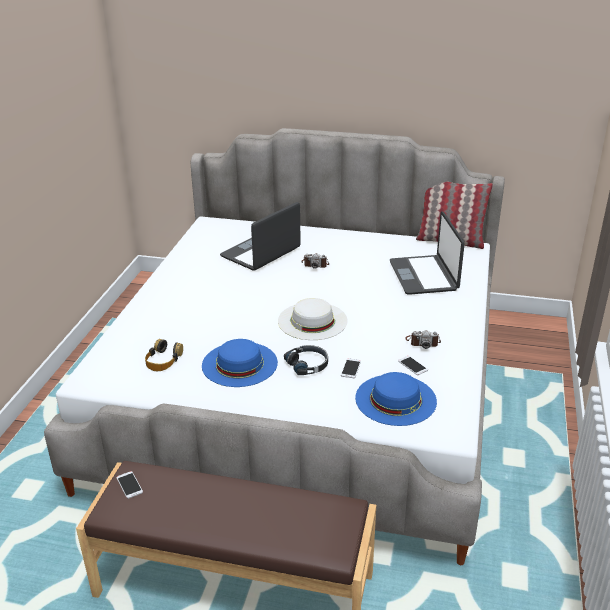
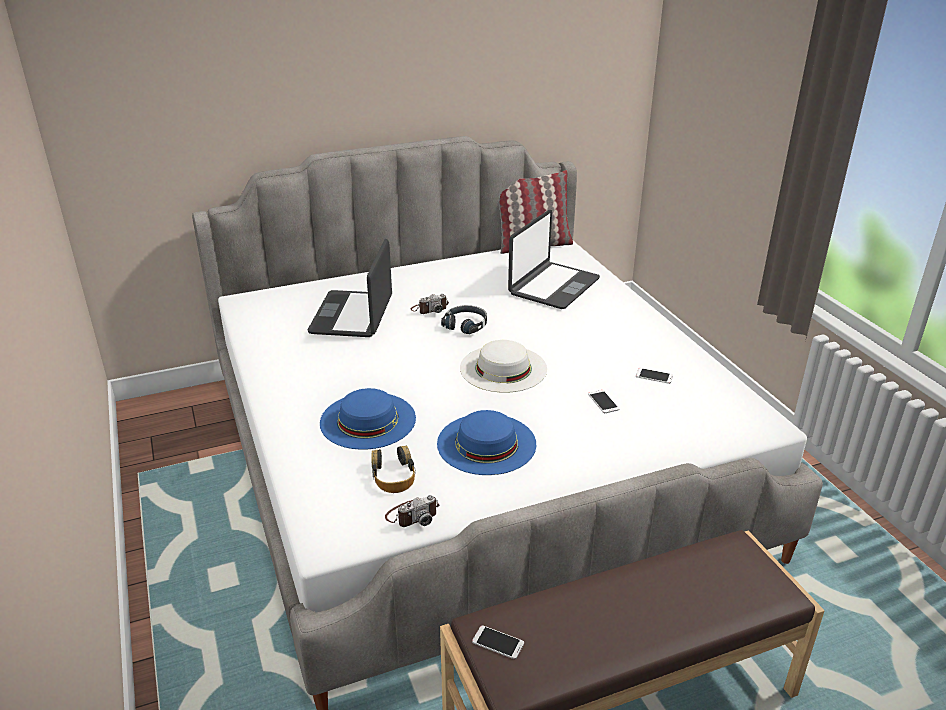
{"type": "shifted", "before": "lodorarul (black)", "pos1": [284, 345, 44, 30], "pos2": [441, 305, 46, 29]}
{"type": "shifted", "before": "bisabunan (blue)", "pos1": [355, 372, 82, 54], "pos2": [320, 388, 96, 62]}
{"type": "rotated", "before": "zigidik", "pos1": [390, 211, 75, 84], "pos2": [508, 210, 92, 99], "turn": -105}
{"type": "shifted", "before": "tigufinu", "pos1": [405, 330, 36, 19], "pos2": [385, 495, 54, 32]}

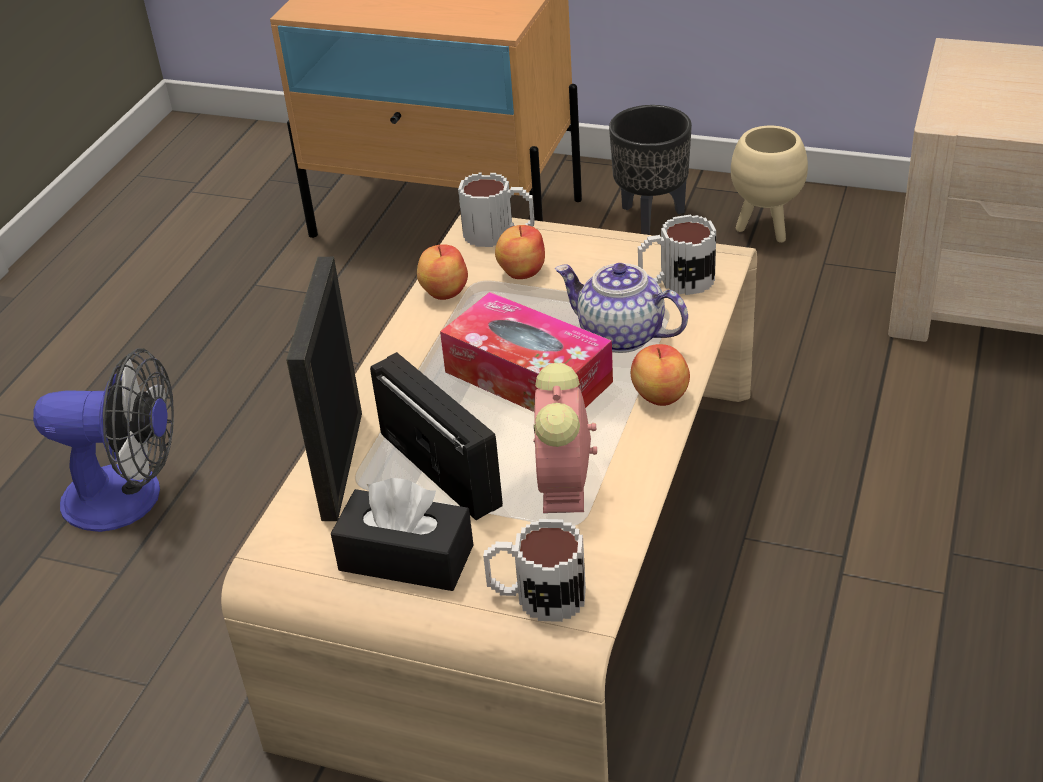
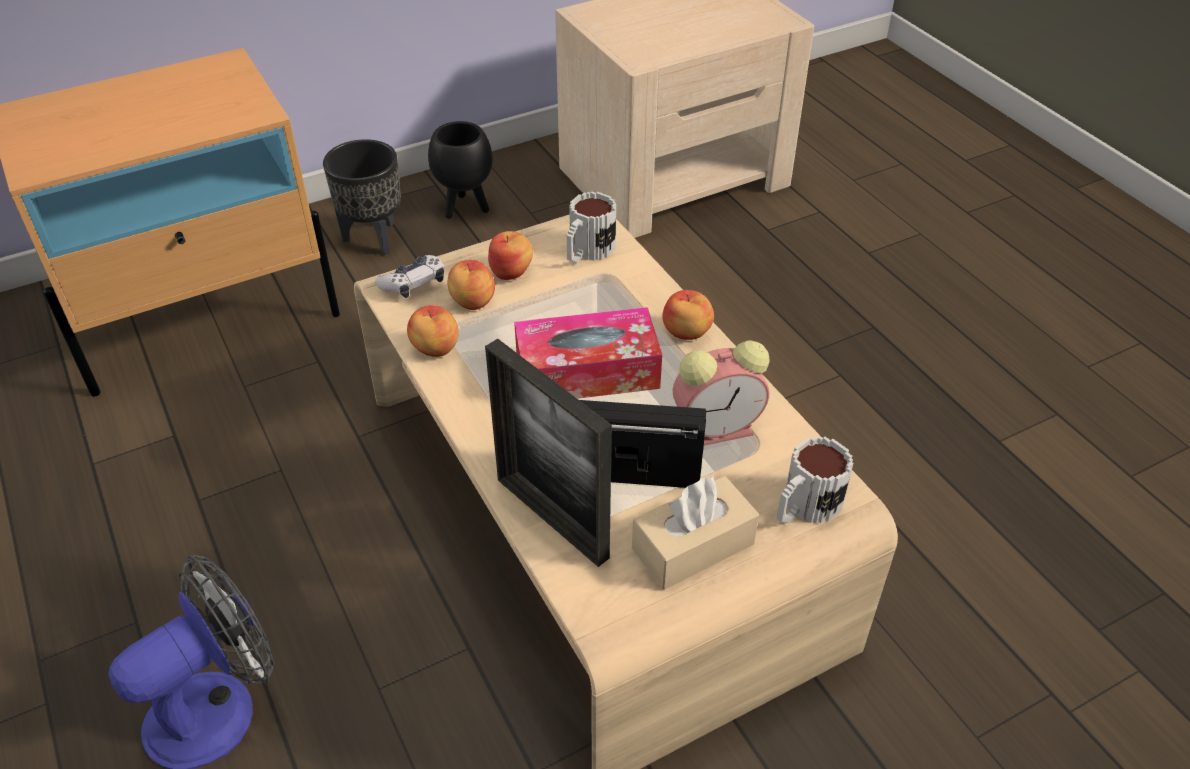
{"type": "repainted", "before": "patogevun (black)", "after": "patogevun (beige)", "pos1": [331, 478, 142, 113], "pos2": [632, 476, 127, 114]}
{"type": "swapped", "before": "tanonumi", "after": "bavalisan", "pos1": [458, 172, 76, 75], "pos2": [375, 255, 69, 43]}
{"type": "rotated", "before": "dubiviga", "pos1": [533, 363, 64, 150], "pos2": [673, 340, 97, 106], "turn": -60}
{"type": "gone", "before": "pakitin", "pos1": [555, 263, 133, 90]}
{"type": "repainted", "before": "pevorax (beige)", "after": "pevorax (black)", "pos1": [731, 126, 77, 117], "pos2": [428, 121, 65, 98]}
{"type": "new", "after": "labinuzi", "pos2": [488, 231, 45, 49]}

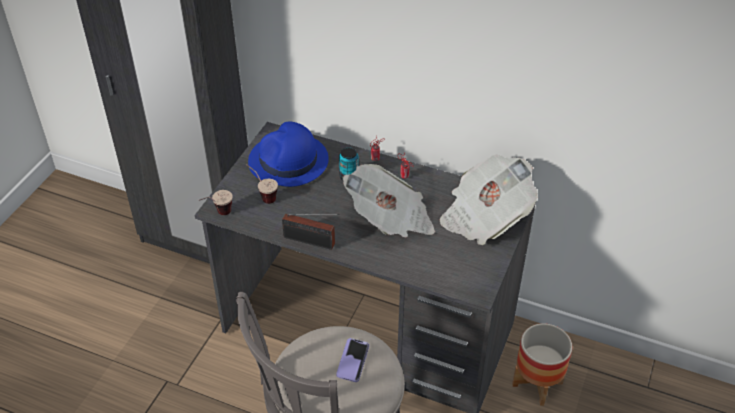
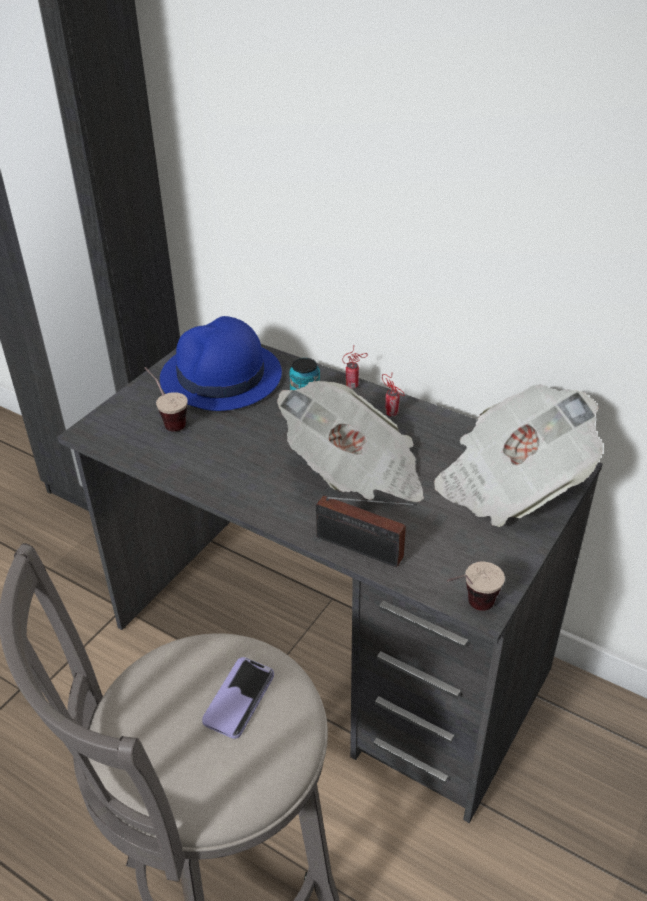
{"type": "shifted", "before": "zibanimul", "pos1": [199, 190, 34, 25], "pos2": [447, 561, 58, 50]}
{"type": "shifted", "before": "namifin", "pos1": [282, 214, 57, 36], "pos2": [316, 496, 101, 71]}
{"type": "gone", "before": "pevorax", "pos1": [512, 323, 60, 83]}

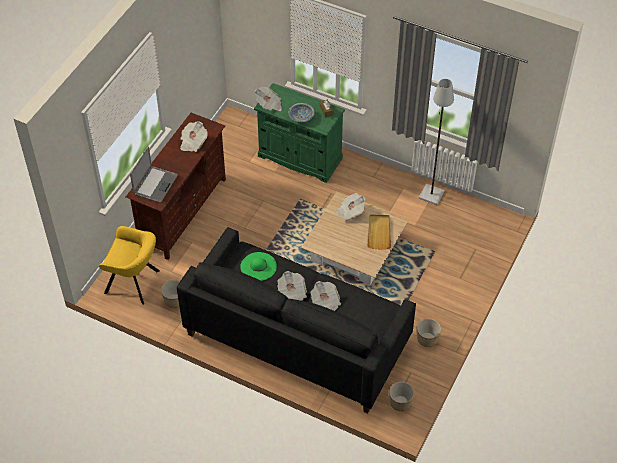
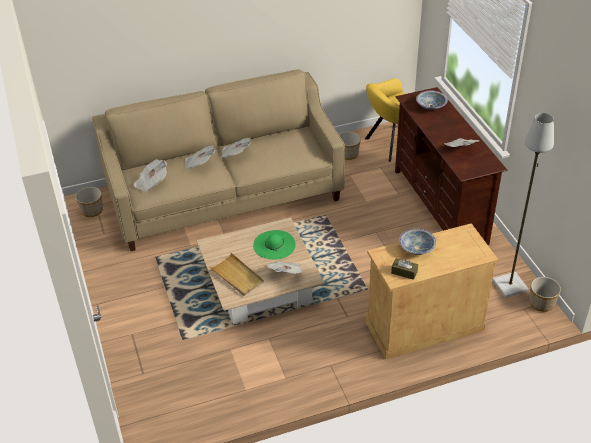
{"type": "swapped", "before": "zigidik", "after": "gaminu", "pos1": [130, 147, 48, 55], "pos2": [416, 91, 32, 19]}
{"type": "repainted", "before": "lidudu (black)", "after": "lidudu (beige)", "pos1": [177, 227, 239, 187], "pos2": [92, 69, 253, 182]}
{"type": "shifted", "before": "bisabunan (green)", "pos1": [240, 252, 37, 29], "pos2": [253, 230, 43, 29]}
{"type": "repainted", "before": "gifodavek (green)", "after": "gifodavek (beige)", "pos1": [254, 83, 91, 100], "pos2": [366, 223, 132, 136]}
{"type": "shifted", "before": "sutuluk", "pos1": [255, 86, 27, 25], "pos2": [134, 159, 33, 33]}
{"type": "shifted", "before": "pevorax", "pos1": [417, 318, 24, 29], "pos2": [529, 277, 32, 35]}
{"type": "shifted", "before": "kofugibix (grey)", "pos1": [419, 79, 35, 126], "pos2": [492, 113, 62, 185]}

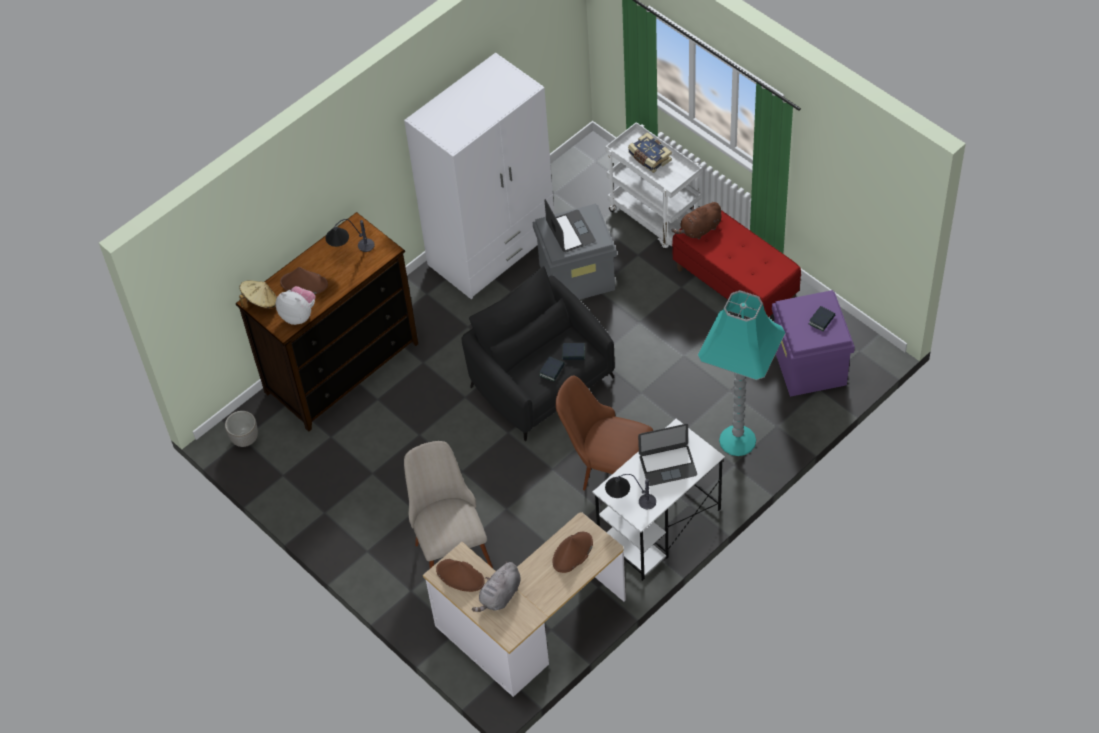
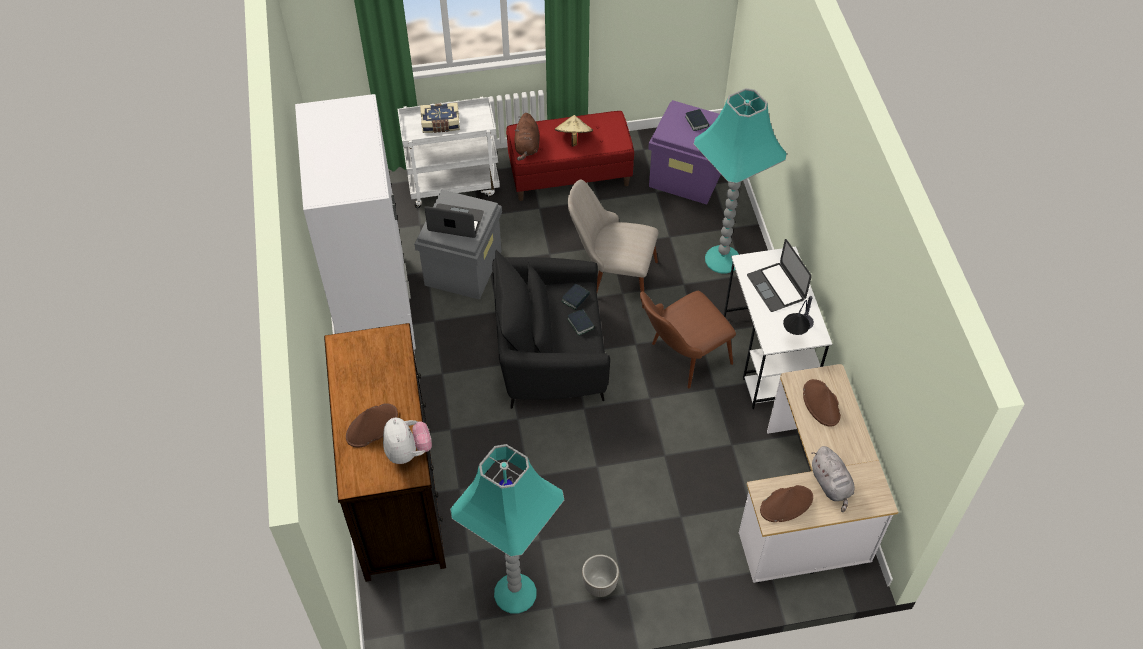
{"type": "shifted", "before": "pevorax", "pos1": [225, 411, 33, 36], "pos2": [582, 554, 37, 43]}
{"type": "shifted", "before": "bisabunan (beige)", "pos1": [239, 280, 38, 28], "pos2": [555, 115, 38, 32]}
{"type": "rotated", "before": "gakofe", "pos1": [275, 286, 41, 39], "pos2": [383, 418, 49, 46], "turn": 105}
{"type": "gone", "before": "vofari", "pos1": [325, 219, 50, 33]}
{"type": "shifted", "before": "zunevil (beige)", "pos1": [404, 441, 89, 127], "pos2": [568, 179, 90, 130]}
{"type": "rotated", "before": "zigidik", "pos1": [638, 424, 59, 62], "pos2": [747, 239, 65, 73], "turn": 135}
{"type": "new", "after": "kofugibix (turquoise)", "pos2": [450, 444, 114, 170]}

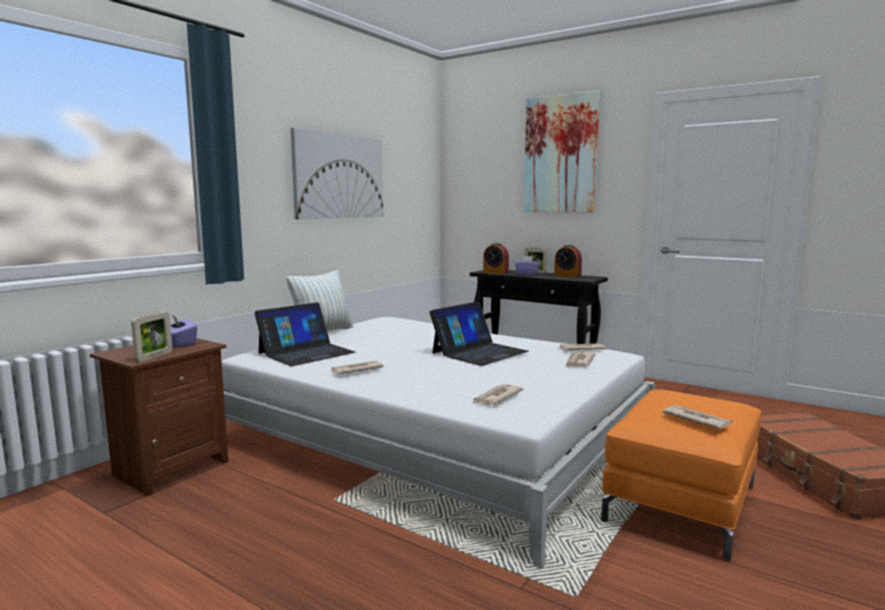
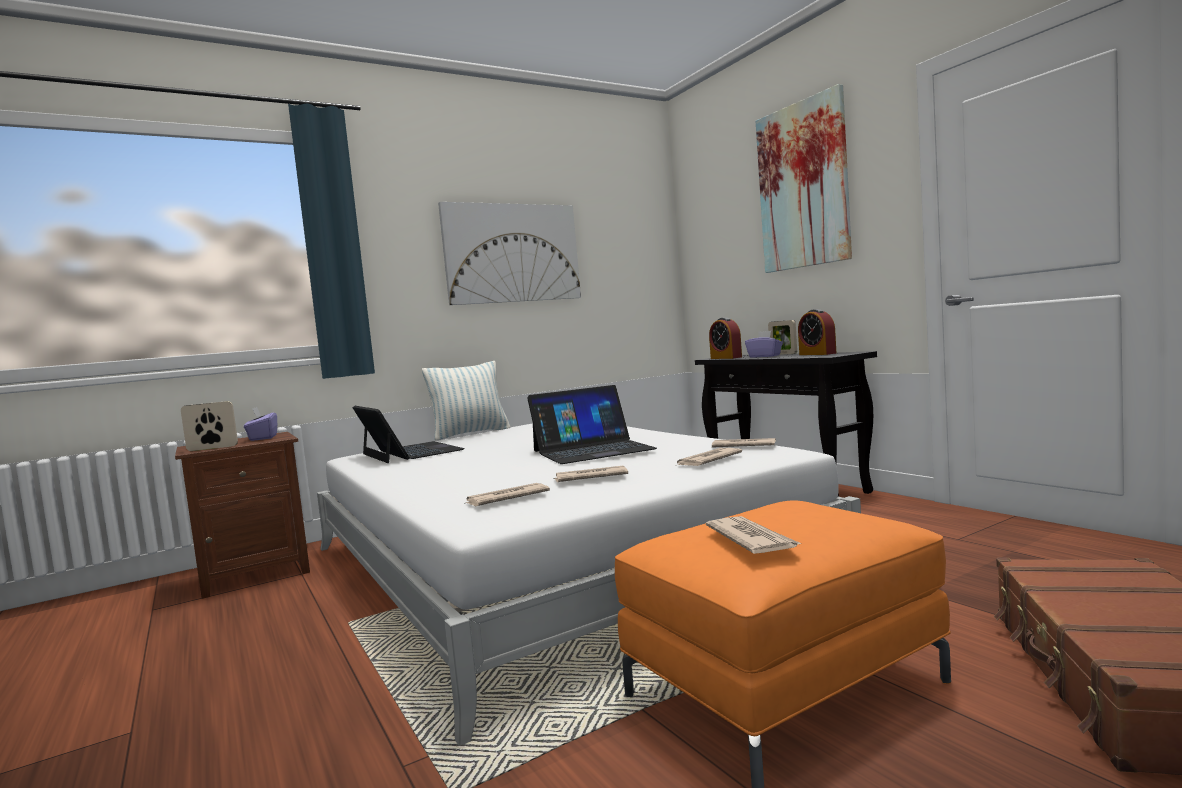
{"type": "rotated", "before": "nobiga", "pos1": [131, 312, 41, 50], "pos2": [181, 401, 57, 50], "turn": -150}
{"type": "rotated", "before": "zigidik", "pos1": [254, 302, 101, 64], "pos2": [352, 406, 113, 57], "turn": -105}
{"type": "shifted", "before": "sutuluk", "pos1": [332, 361, 52, 13], "pos2": [554, 466, 74, 16]}

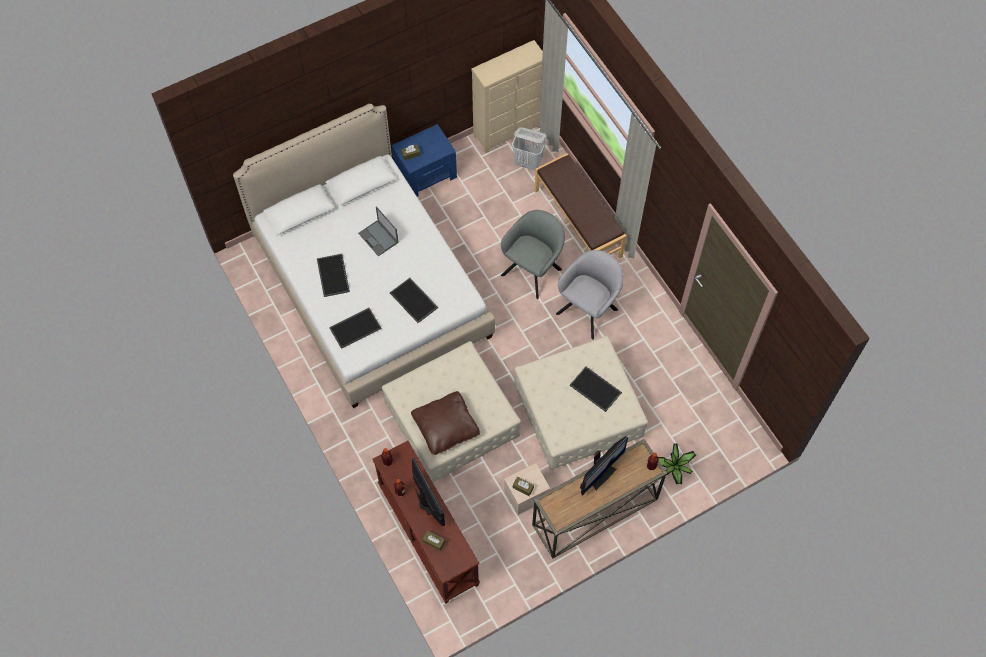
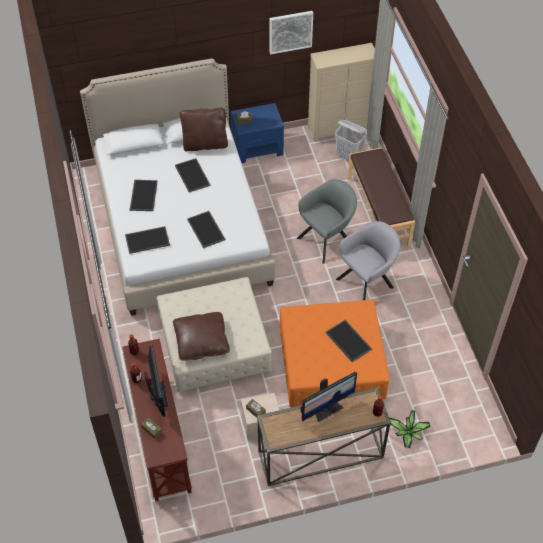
{"type": "swapped", "before": "zigidik", "after": "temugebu", "pos1": [358, 206, 41, 50], "pos2": [175, 158, 35, 34]}
{"type": "repainted", "before": "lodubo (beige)", "after": "lodubo (orange)", "pos1": [514, 336, 134, 134], "pos2": [280, 299, 110, 108]}
{"type": "new", "after": "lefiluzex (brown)", "pos2": [180, 108, 48, 43]}
{"type": "new", "after": "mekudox", "pos2": [270, 11, 43, 43]}

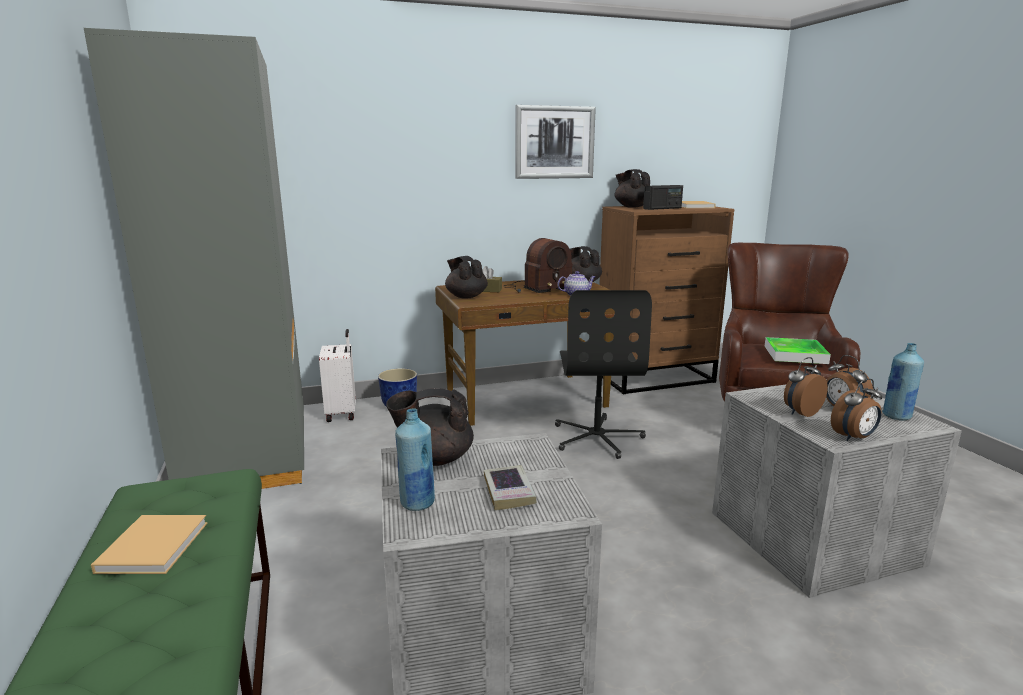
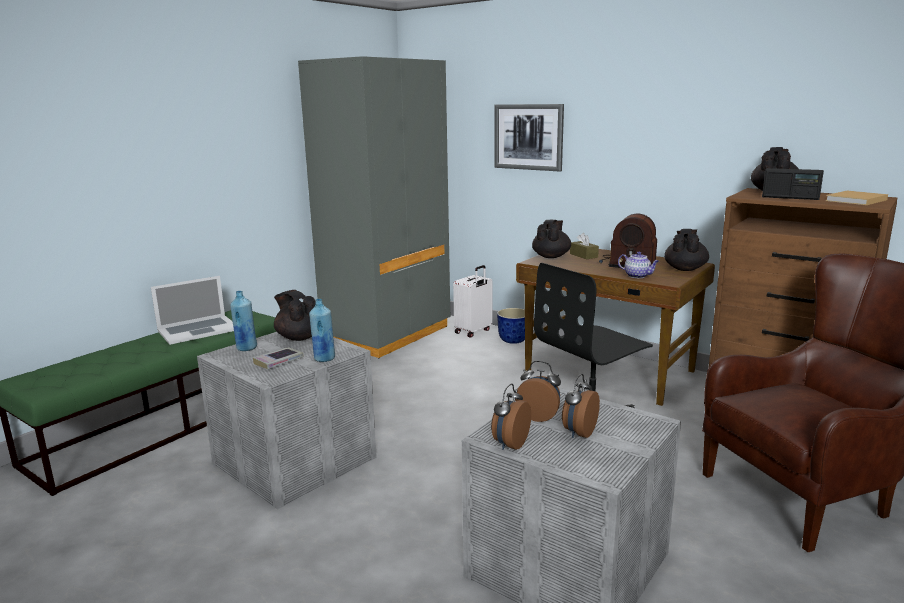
{"type": "swapped", "before": "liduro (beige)", "after": "zigidik", "pos1": [91, 515, 117, 59], "pos2": [151, 276, 83, 69]}
{"type": "shifted", "before": "mekudox", "pos1": [515, 105, 81, 74], "pos2": [494, 104, 70, 67]}
{"type": "gone", "before": "temugebu", "pos1": [765, 337, 66, 27]}
{"type": "rotated", "before": "dubiviga", "pos1": [831, 379, 51, 62], "pos2": [491, 383, 40, 67], "turn": 90}
{"type": "shifted", "before": "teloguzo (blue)", "pos1": [882, 343, 42, 78], "pos2": [309, 299, 26, 63]}

